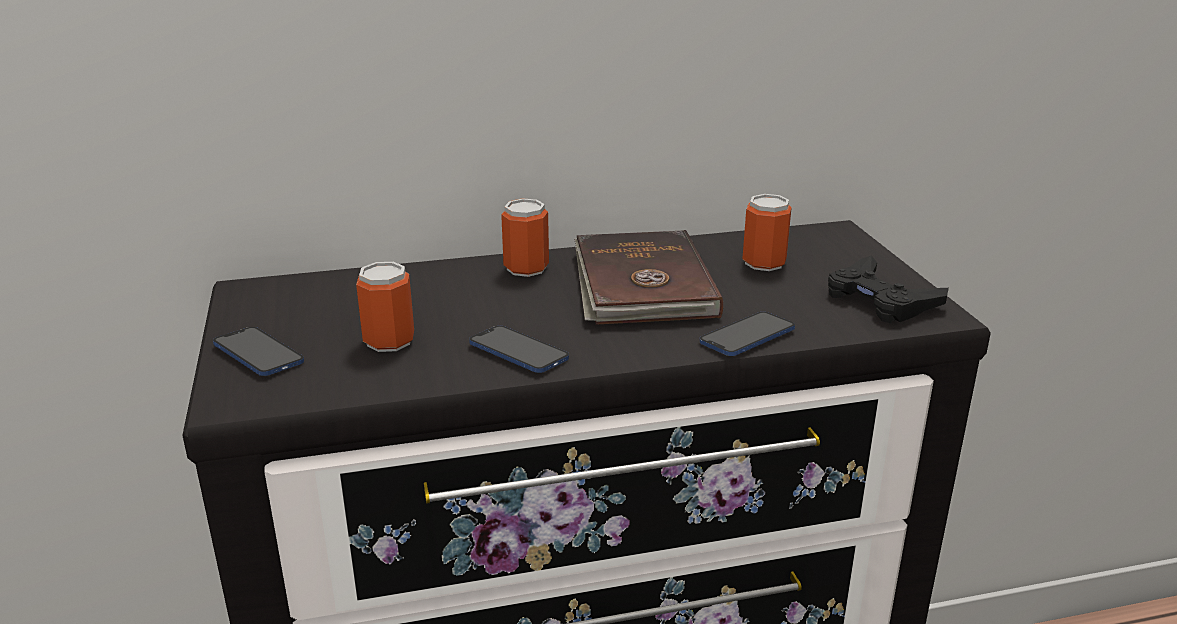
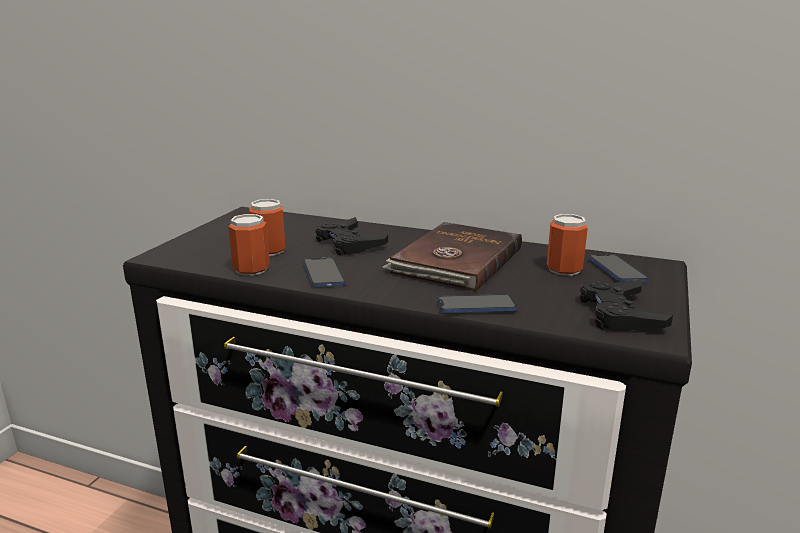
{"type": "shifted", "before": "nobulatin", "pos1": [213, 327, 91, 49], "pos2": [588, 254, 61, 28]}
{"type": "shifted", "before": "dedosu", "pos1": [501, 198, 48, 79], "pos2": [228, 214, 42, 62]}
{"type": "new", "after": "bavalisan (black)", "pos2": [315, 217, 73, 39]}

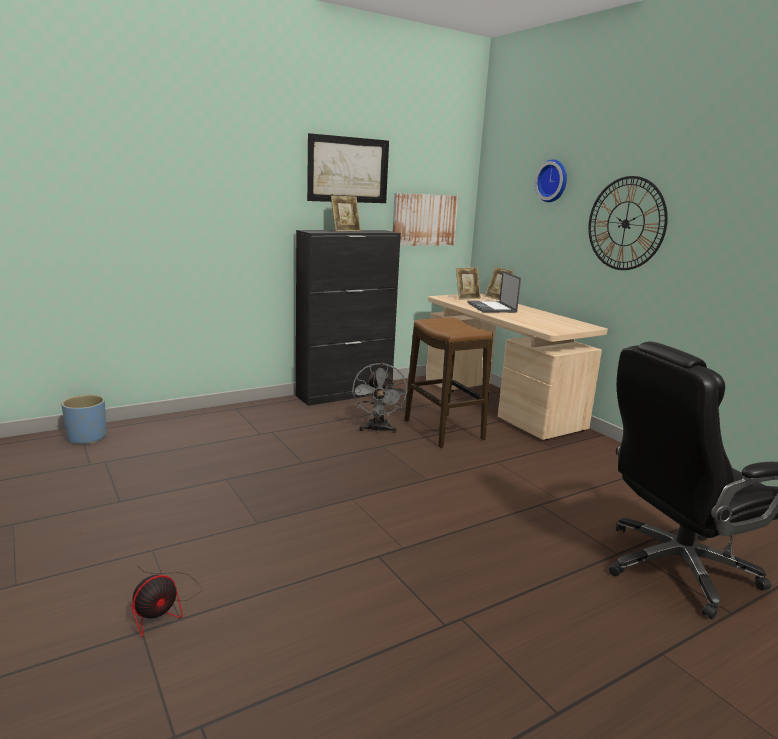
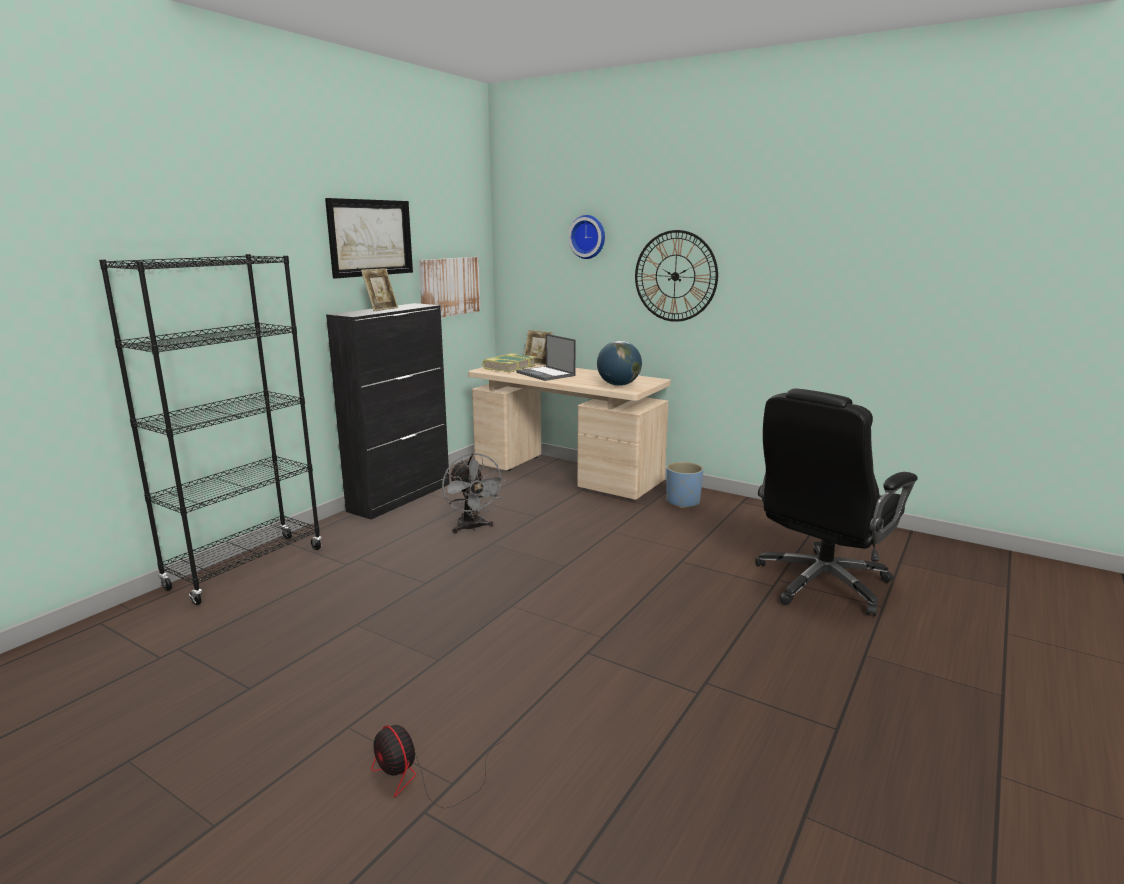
{"type": "shifted", "before": "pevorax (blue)", "pos1": [61, 395, 45, 49], "pos2": [666, 462, 38, 46]}
{"type": "rotated", "before": "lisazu", "pos1": [131, 566, 71, 71], "pos2": [371, 725, 133, 84], "turn": 120}
{"type": "gone", "before": "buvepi", "pos1": [405, 317, 88, 131]}
{"type": "swapped", "before": "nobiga", "after": "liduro", "pos1": [456, 267, 25, 33], "pos2": [483, 353, 53, 19]}
{"type": "new", "after": "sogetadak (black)", "pos2": [99, 254, 223, 351]}
{"type": "new", "after": "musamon", "pos2": [597, 341, 45, 45]}

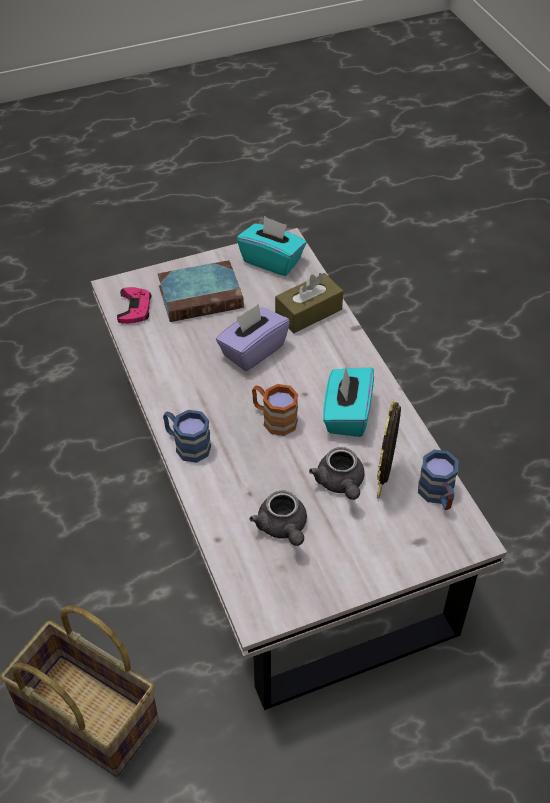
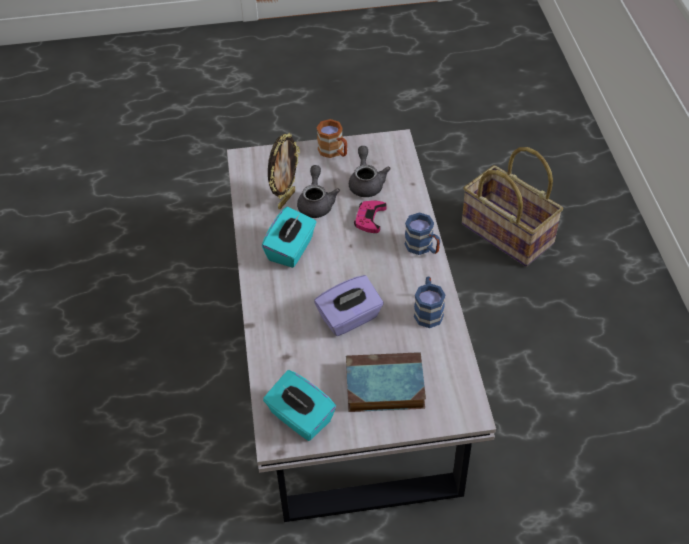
{"type": "shifted", "before": "bavalisan (pink)", "pos1": [117, 287, 34, 37], "pos2": [354, 201, 32, 32]}
{"type": "shifted", "before": "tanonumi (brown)", "pos1": [252, 384, 46, 52], "pos2": [316, 119, 31, 39]}
{"type": "gone", "before": "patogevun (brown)", "pos1": [275, 273, 68, 61]}
{"type": "shifted", "before": "tanonumi (blue)", "pos1": [418, 450, 40, 60], "pos2": [414, 277, 32, 51]}

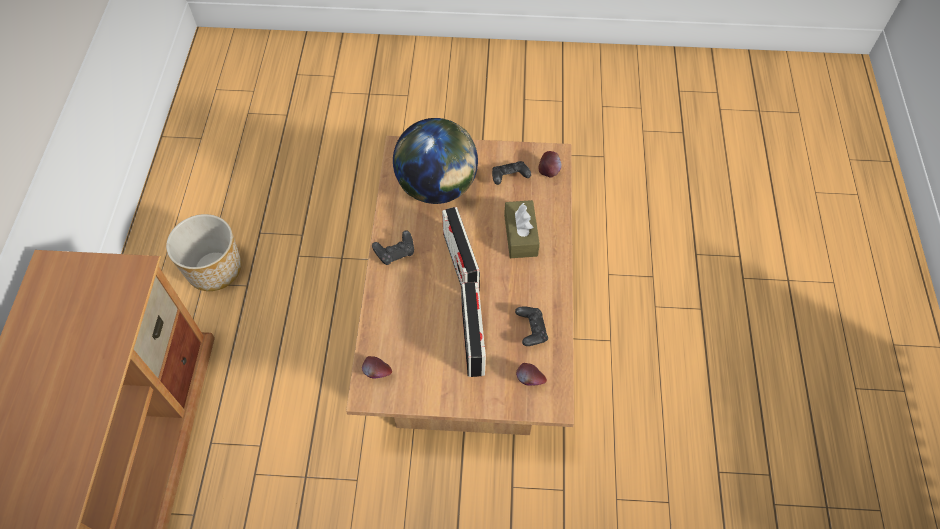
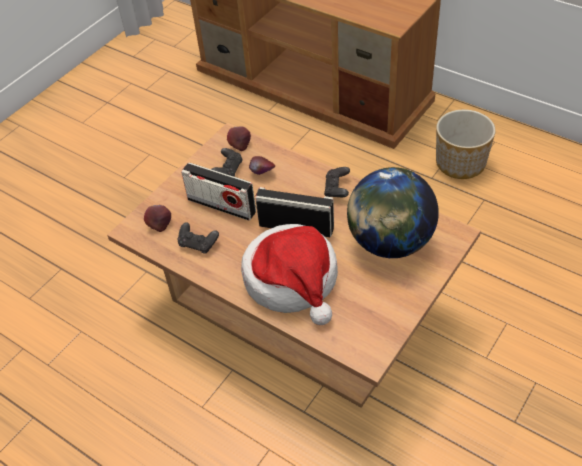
{"type": "shifted", "before": "bavalisan (black)", "pos1": [492, 161, 39, 24], "pos2": [211, 148, 31, 29]}
{"type": "swapped", "before": "patogevun (brown)", "after": "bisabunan", "pos1": [504, 200, 36, 58], "pos2": [241, 224, 97, 101]}
{"type": "shifted", "before": "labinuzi", "pos1": [539, 151, 22, 27], "pos2": [249, 156, 26, 19]}

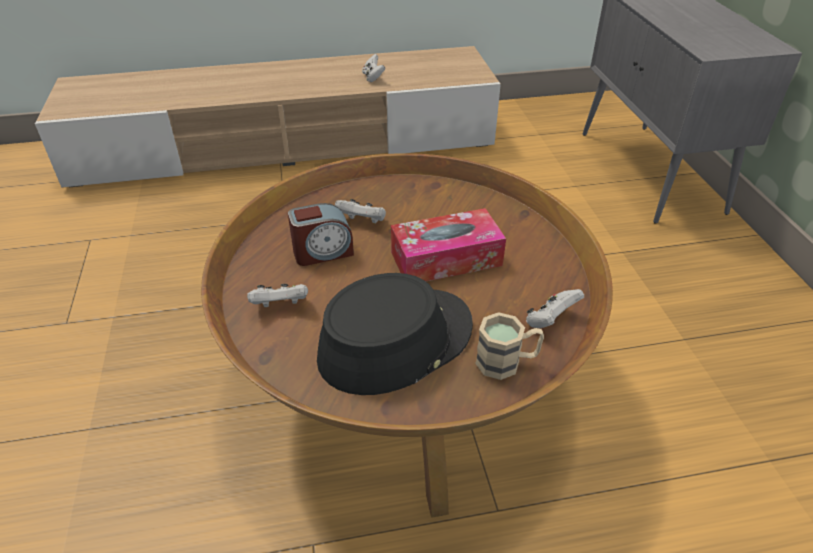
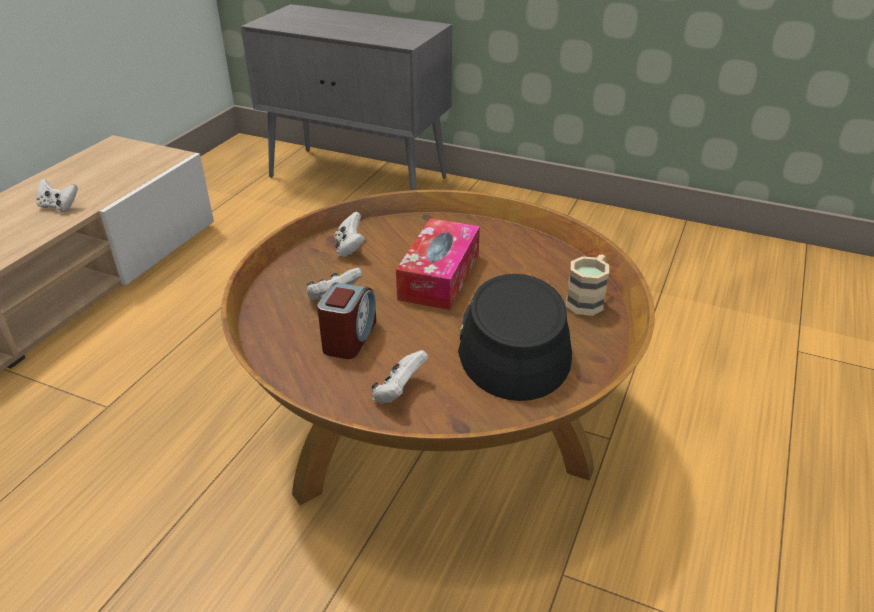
{"type": "shifted", "before": "bavalisan (white)", "pos1": [526, 289, 58, 40], "pos2": [335, 212, 30, 45]}

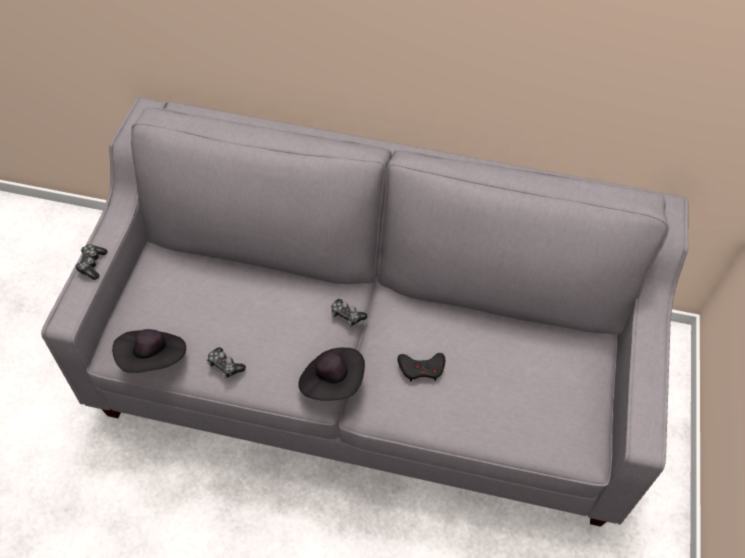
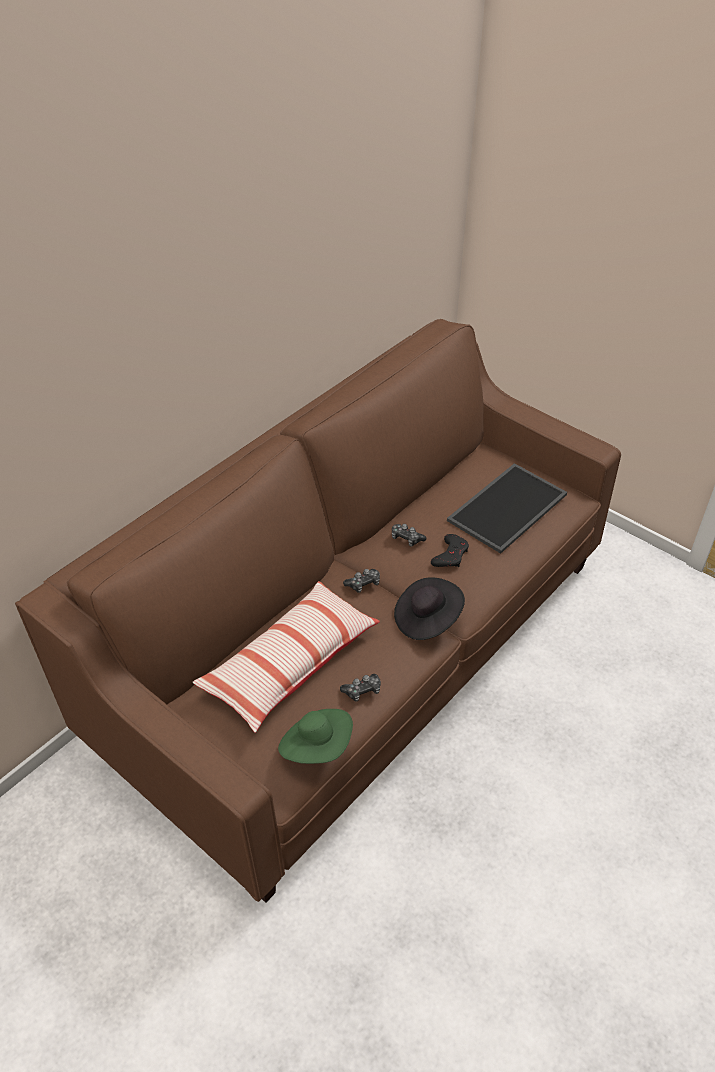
{"type": "repainted", "before": "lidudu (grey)", "after": "lidudu (brown)", "pos1": [41, 98, 647, 429], "pos2": [15, 319, 606, 584]}
{"type": "shifted", "before": "bavalisan", "pos1": [75, 244, 32, 36], "pos2": [392, 524, 34, 22]}
{"type": "repainted", "before": "bisabunan (black)", "after": "bisabunan (green)", "pos1": [112, 329, 74, 44], "pos2": [278, 709, 75, 55]}
{"type": "new", "after": "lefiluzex", "pos2": [193, 581, 187, 152]}
{"type": "new", "after": "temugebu", "pos2": [447, 463, 120, 91]}

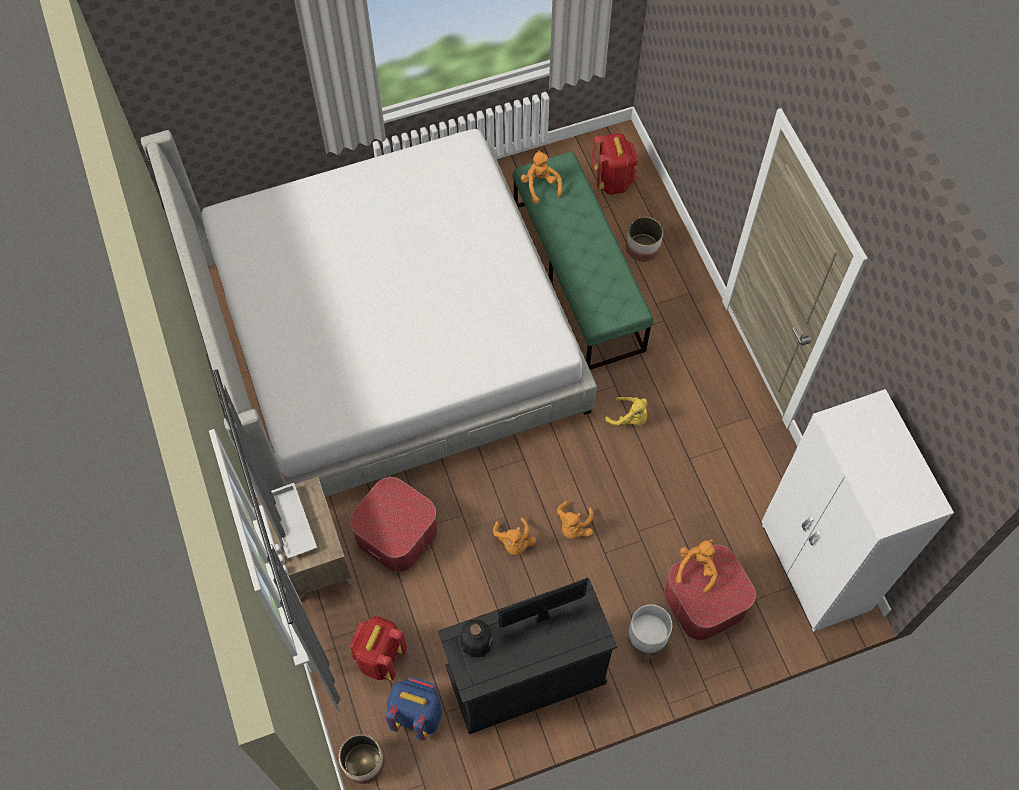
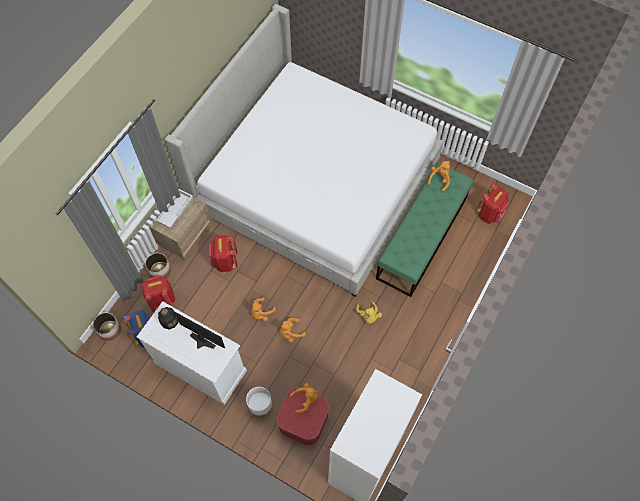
{"type": "swapped", "before": "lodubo", "after": "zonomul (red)", "pos1": [350, 477, 88, 95], "pos2": [209, 235, 29, 37]}
{"type": "repainted", "before": "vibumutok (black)", "after": "vibumutok (white)", "pos1": [438, 578, 179, 156], "pos2": [137, 301, 110, 104]}
{"type": "shifted", "before": "pevorax", "pos1": [626, 217, 37, 45], "pos2": [145, 253, 26, 25]}

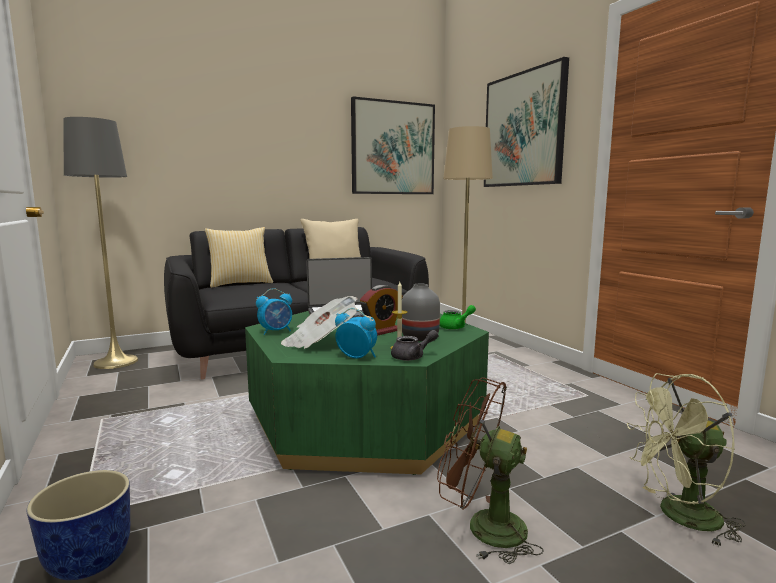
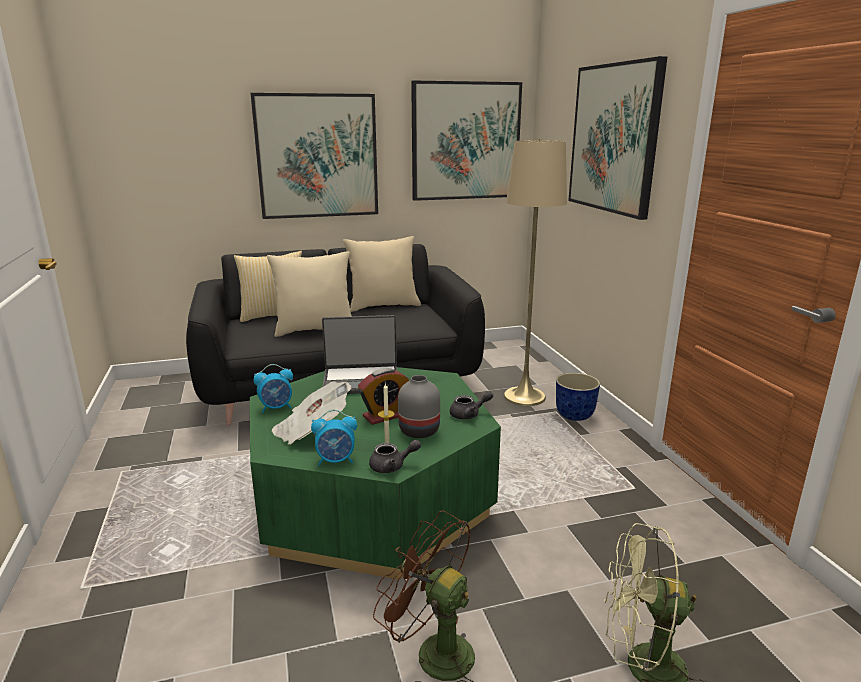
{"type": "shifted", "before": "pevorax", "pos1": [26, 470, 104, 110], "pos2": [556, 373, 44, 48]}
{"type": "gone", "before": "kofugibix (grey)", "pos1": [63, 117, 75, 252]}
{"type": "rotated", "before": "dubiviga", "pos1": [335, 308, 42, 50], "pos2": [311, 410, 46, 56], "turn": 135}
{"type": "repainted", "before": "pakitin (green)", "after": "pakitin (grey)", "pos1": [440, 305, 36, 25], "pos2": [450, 391, 43, 29]}
{"type": "new", "after": "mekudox", "pos2": [251, 93, 127, 126]}
{"type": "new", "after": "lefiluzex (beige)", "pos2": [267, 251, 85, 86]}

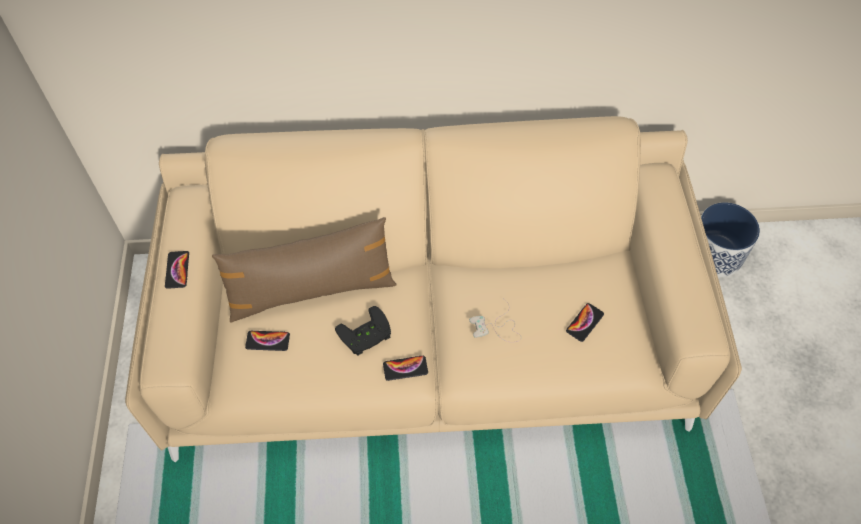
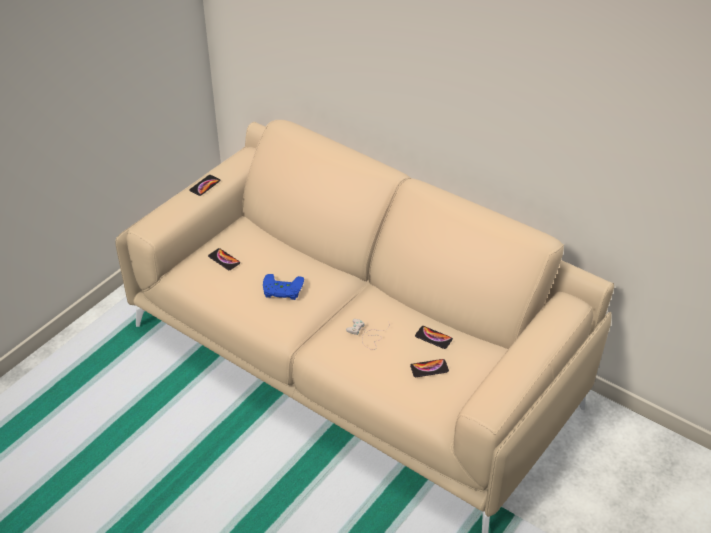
{"type": "gone", "before": "lefiluzex (brown)", "pos1": [212, 217, 185, 106]}
{"type": "repainted", "before": "bavalisan (black)", "after": "bavalisan (blue)", "pos1": [335, 306, 56, 50], "pos2": [263, 274, 41, 26]}
{"type": "shifted", "before": "nobulatin", "pos1": [383, 356, 45, 25], "pos2": [415, 326, 38, 23]}
{"type": "gone", "before": "pevorax", "pos1": [701, 202, 59, 75]}

